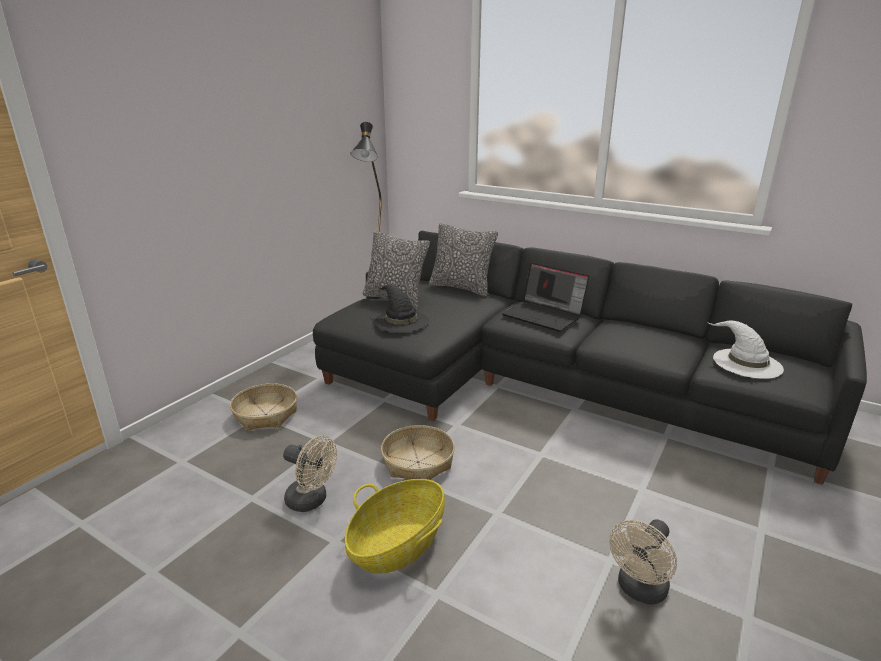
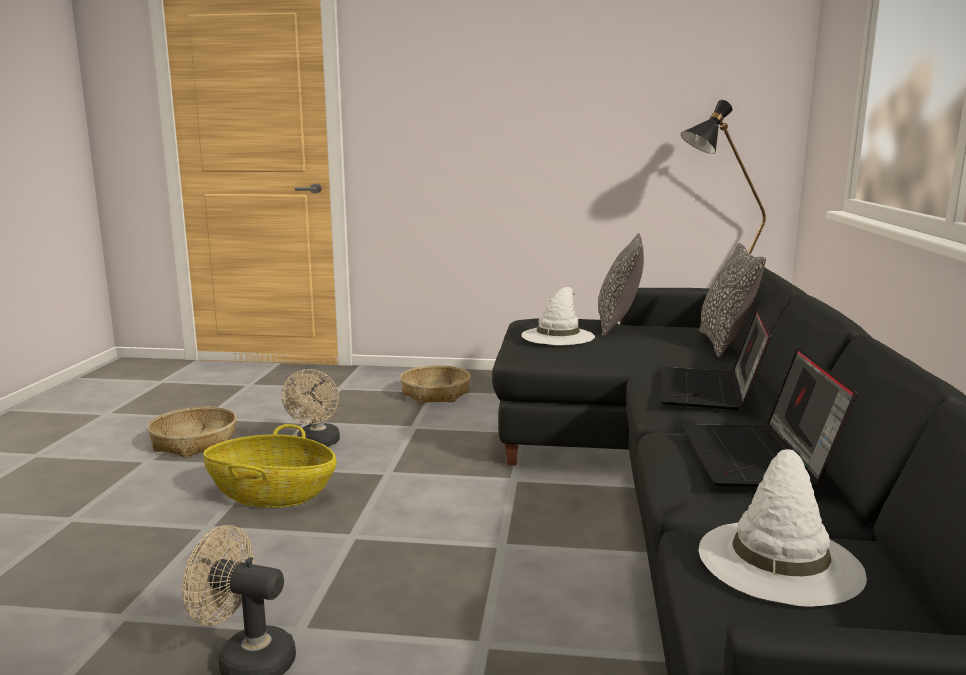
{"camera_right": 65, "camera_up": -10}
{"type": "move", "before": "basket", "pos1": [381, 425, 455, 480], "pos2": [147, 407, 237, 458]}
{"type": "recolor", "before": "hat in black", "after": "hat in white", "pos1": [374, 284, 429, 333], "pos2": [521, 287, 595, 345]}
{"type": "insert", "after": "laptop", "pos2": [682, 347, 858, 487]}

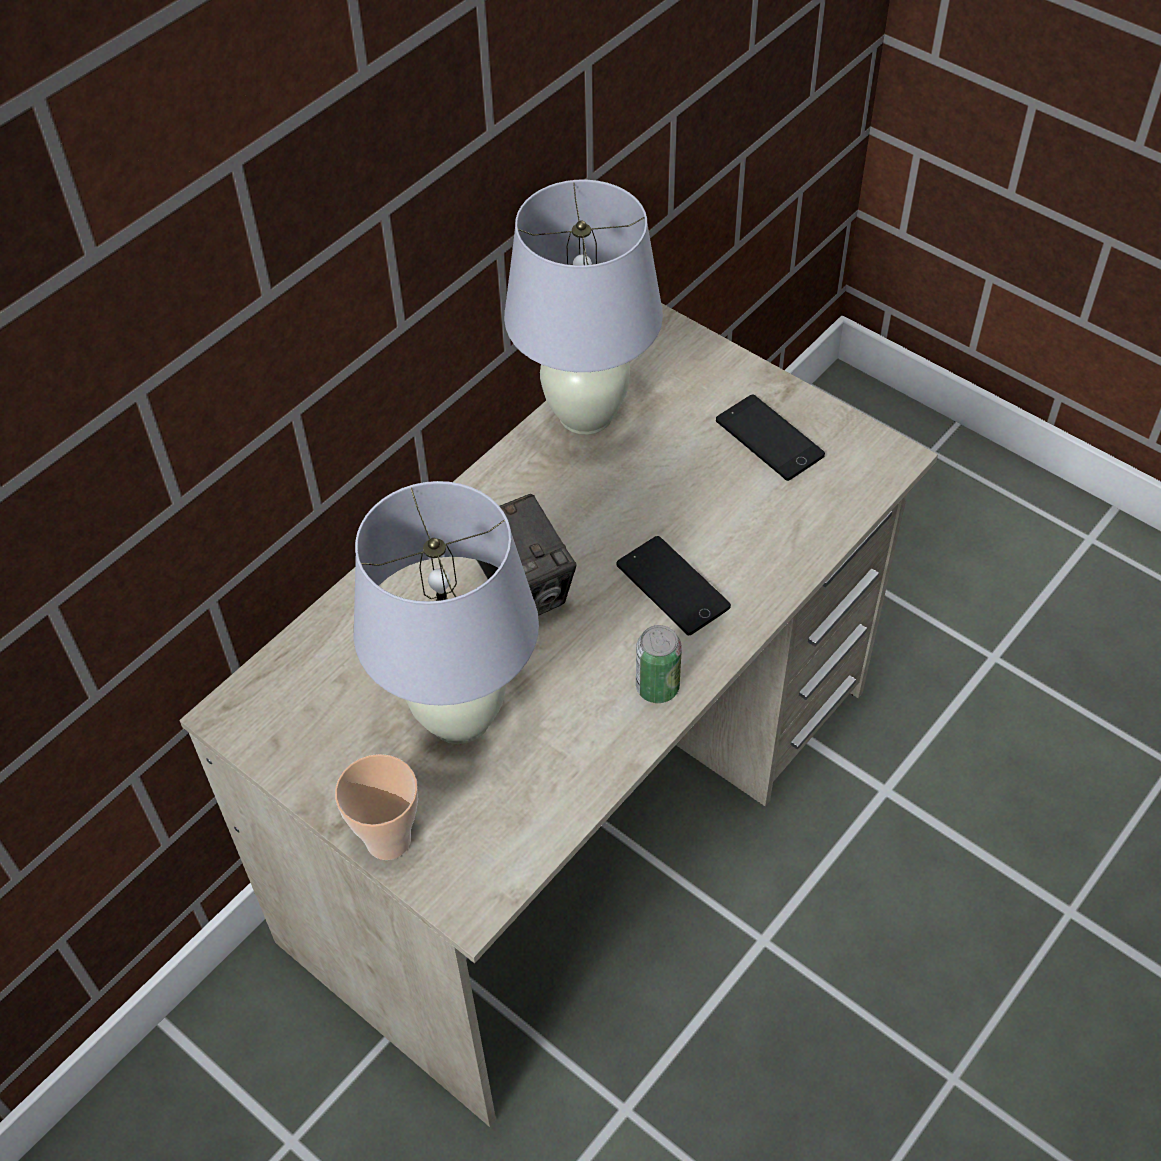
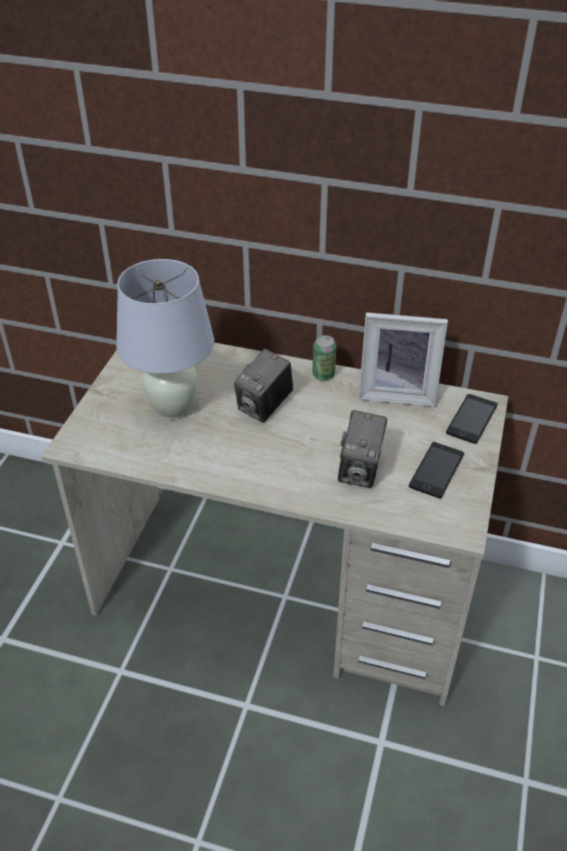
{"camera_right": 65, "camera_up": -10}
{"type": "move", "before": "can", "pos1": [636, 625, 682, 703], "pos2": [312, 335, 336, 380]}
{"type": "insert", "after": "photo camera", "pos2": [338, 410, 387, 488]}
{"type": "replace", "before": "table lamp in white", "after": "picture frame", "pos1": [504, 180, 663, 435], "pos2": [359, 312, 448, 407]}
{"type": "move", "before": "phone", "pos1": [617, 536, 731, 636], "pos2": [446, 394, 498, 444]}
{"type": "delete", "before": "cup", "pos1": [335, 754, 418, 860]}

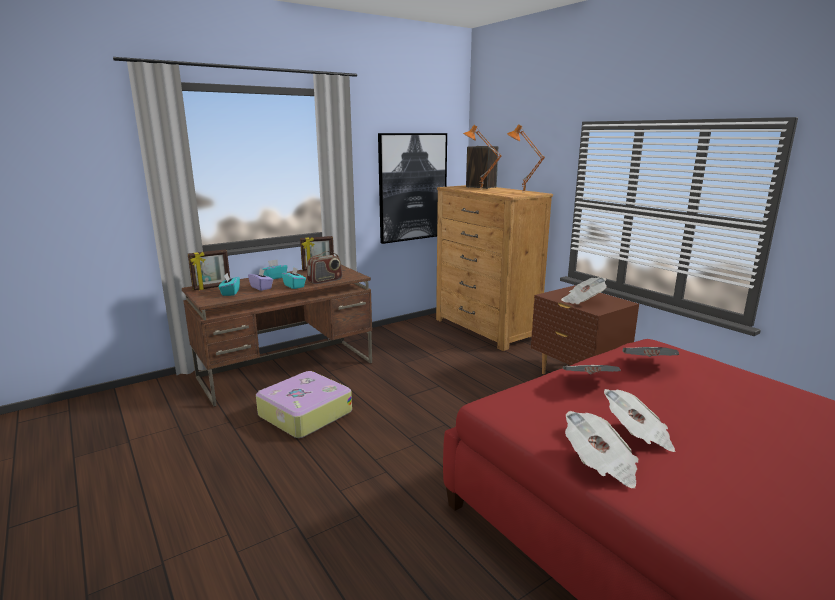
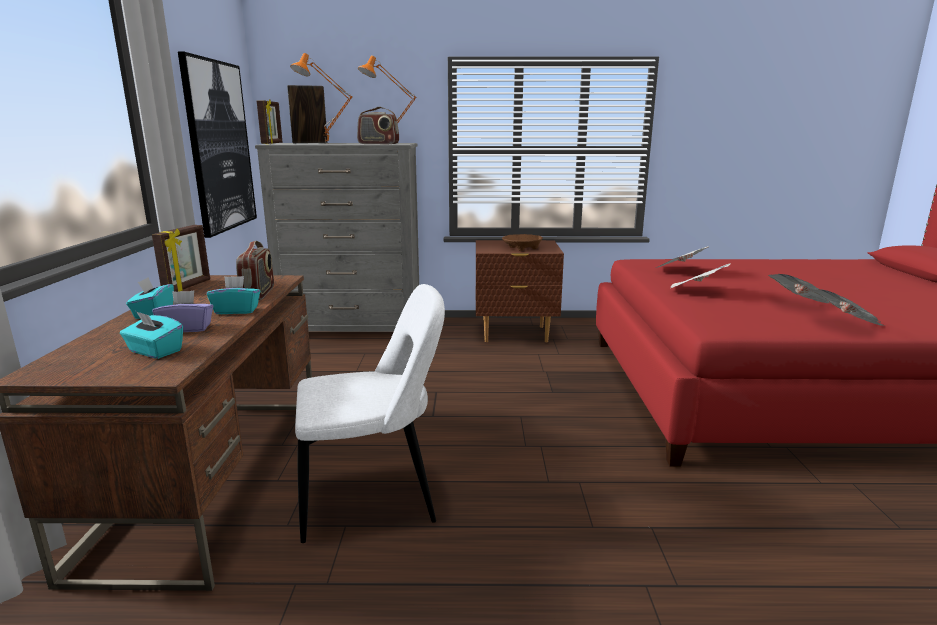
{"camera_right": -55, "camera_up": 0}
{"type": "recolor", "before": "dresser in brown", "after": "dresser in grey", "pos1": [436, 185, 553, 351], "pos2": [255, 143, 419, 332]}
{"type": "move", "before": "picture frame", "pos1": [188, 249, 230, 290], "pos2": [257, 100, 282, 144]}
{"type": "replace", "before": "suitcase", "after": "chair in white", "pos1": [256, 371, 352, 438], "pos2": [295, 284, 445, 543]}
{"type": "insert", "after": "radio", "pos2": [357, 107, 399, 144]}
{"type": "replace", "before": "newspaper", "after": "bowl in brown", "pos1": [561, 277, 607, 304], "pos2": [502, 234, 543, 251]}

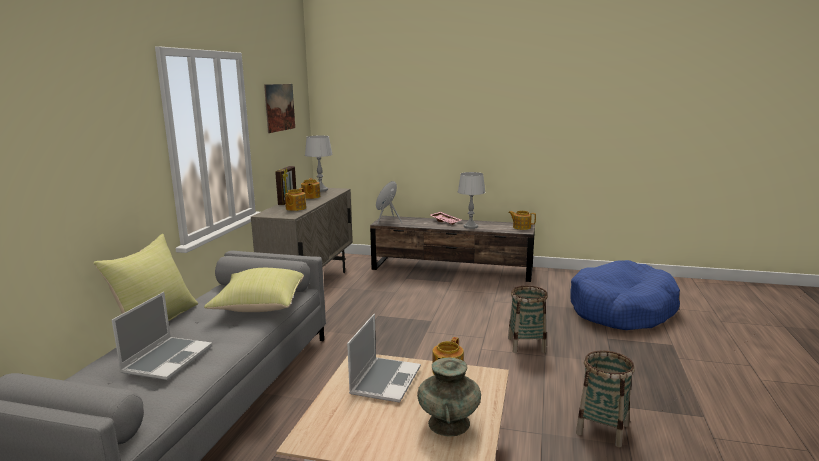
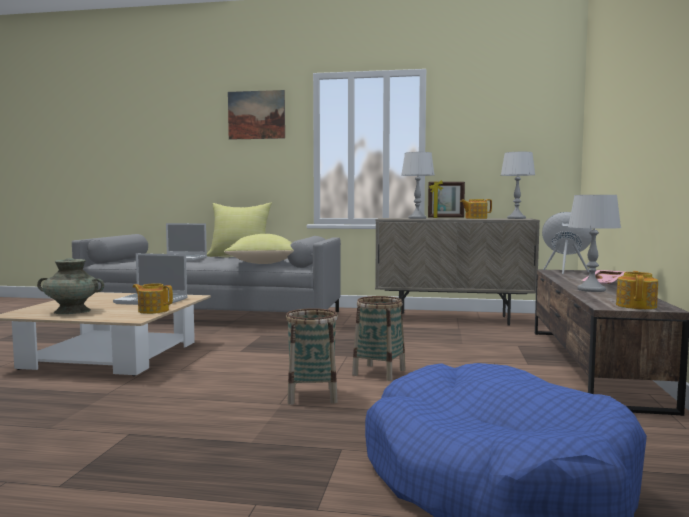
{"camera_right": 85, "camera_up": -10}
{"type": "move", "before": "picture", "pos1": [264, 84, 295, 133], "pos2": [228, 90, 285, 140]}
{"type": "move", "before": "basket", "pos1": [576, 351, 635, 447], "pos2": [352, 296, 406, 381]}
{"type": "replace", "before": "teapot", "after": "table lamp in grey", "pos1": [285, 188, 306, 211], "pos2": [401, 152, 434, 219]}

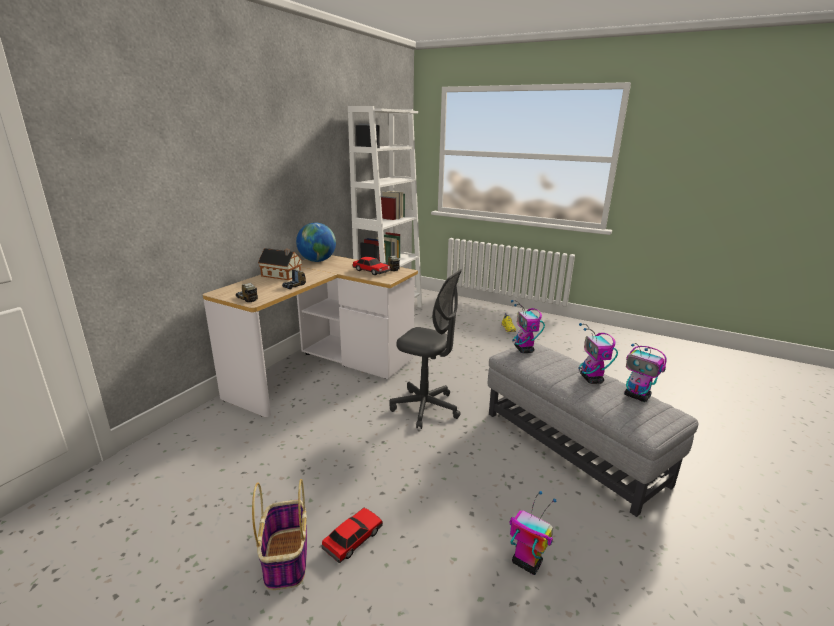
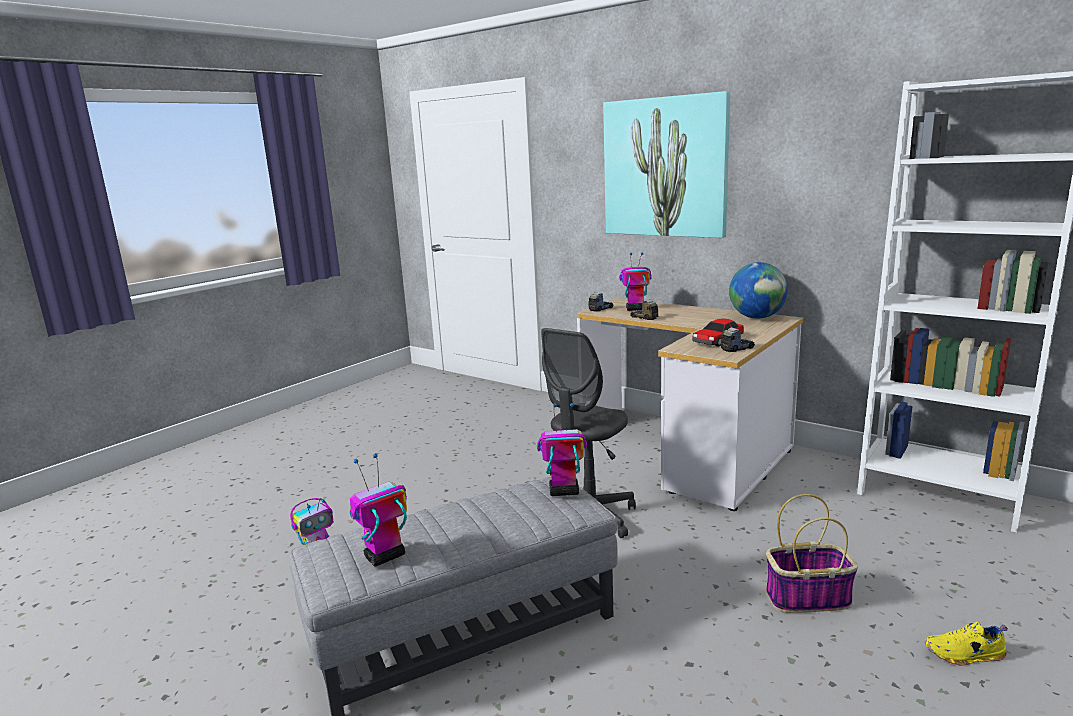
{"camera_right": 100, "camera_up": -5}
{"type": "insert", "after": "picture", "pos2": [603, 91, 730, 238]}
{"type": "move", "before": "toy robot", "pos1": [578, 323, 618, 384], "pos2": [619, 252, 652, 311]}
{"type": "move", "before": "basket", "pos1": [252, 479, 307, 590], "pos2": [766, 494, 858, 613]}
{"type": "delete", "before": "toy house", "pos1": [258, 248, 302, 280]}
{"type": "delete", "before": "toy car", "pos1": [321, 508, 383, 563]}

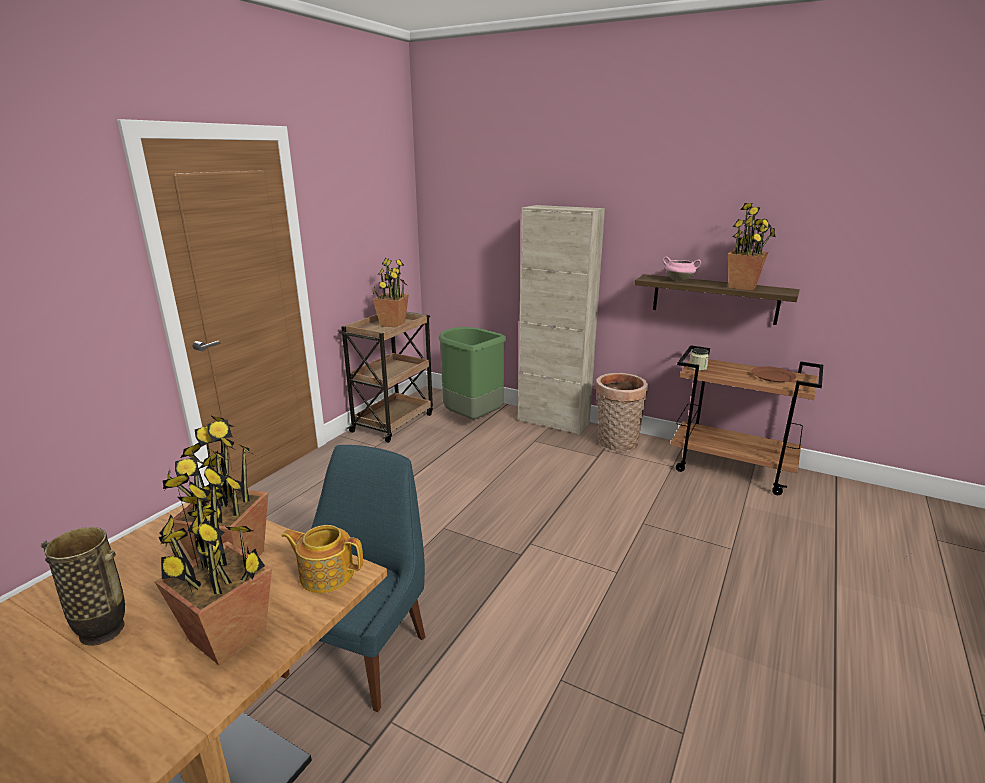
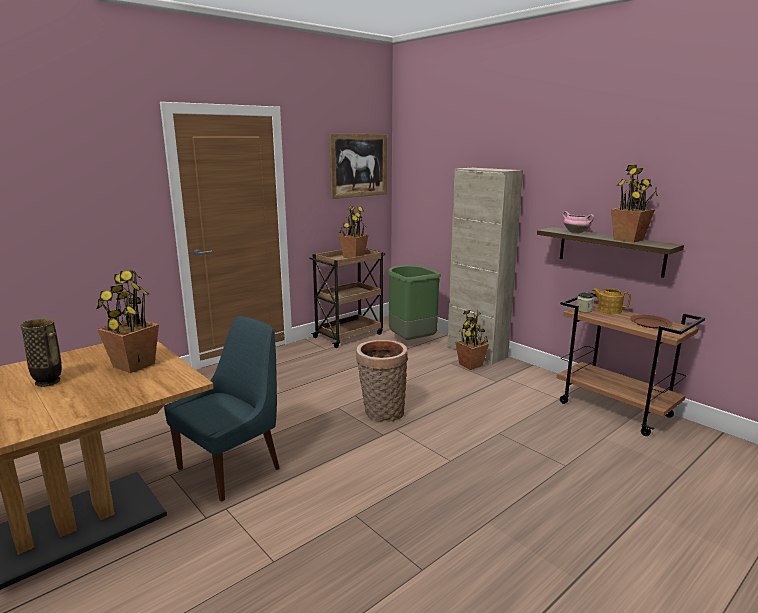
{"camera_right": 20, "camera_up": -5}
{"type": "insert", "after": "picture", "pos2": [329, 134, 387, 199]}
{"type": "move", "before": "basket", "pos1": [595, 373, 648, 452], "pos2": [356, 340, 408, 422]}
{"type": "move", "before": "potted plant", "pos1": [155, 465, 272, 665], "pos2": [455, 310, 489, 370]}
{"type": "move", "before": "teapot", "pos1": [282, 525, 363, 593], "pos2": [592, 288, 631, 314]}

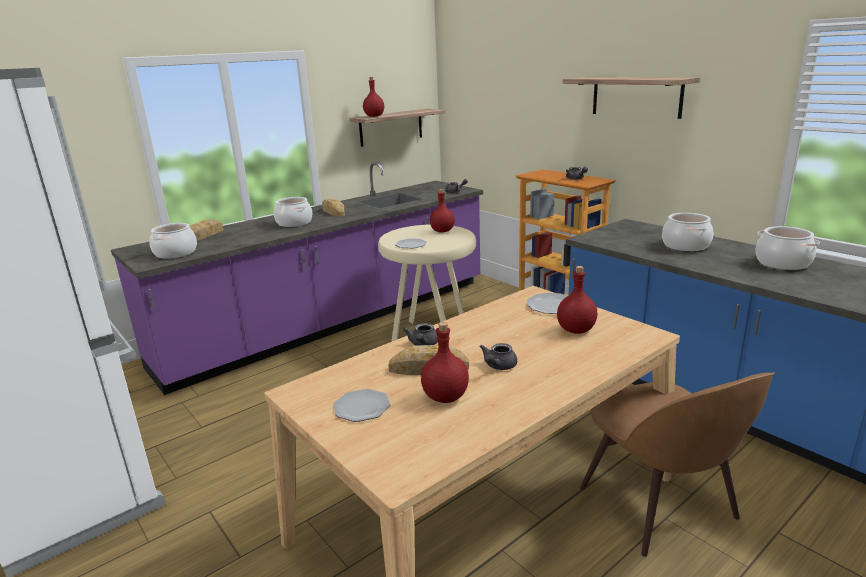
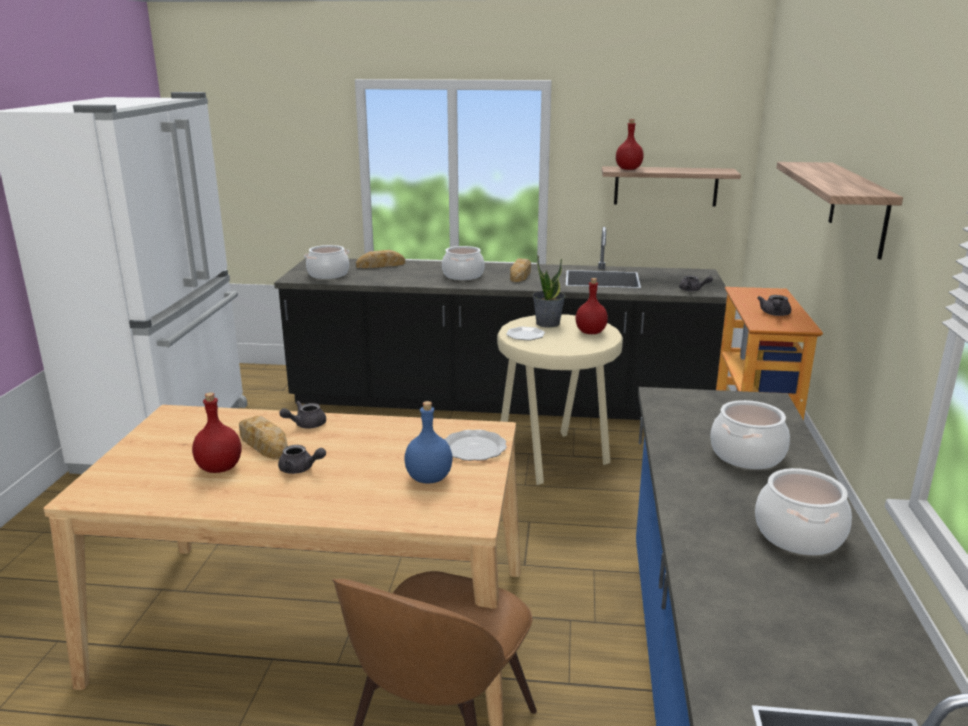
{"camera_right": 45, "camera_up": 0}
{"type": "recolor", "before": "counter in purple", "after": "counter in black", "pos1": [111, 162, 483, 395], "pos2": [274, 227, 727, 420]}
{"type": "rotate", "before": "teapot in grey", "pos1": [479, 343, 517, 370], "pos2": [278, 445, 326, 474], "turn": -150}
{"type": "recolor", "before": "bottle in red", "after": "bottle in blue", "pos1": [557, 266, 597, 334], "pos2": [404, 401, 453, 483]}
{"type": "insert", "after": "potted plant", "pos2": [533, 256, 565, 327]}
{"type": "delete", "before": "plate", "pos1": [333, 389, 391, 422]}

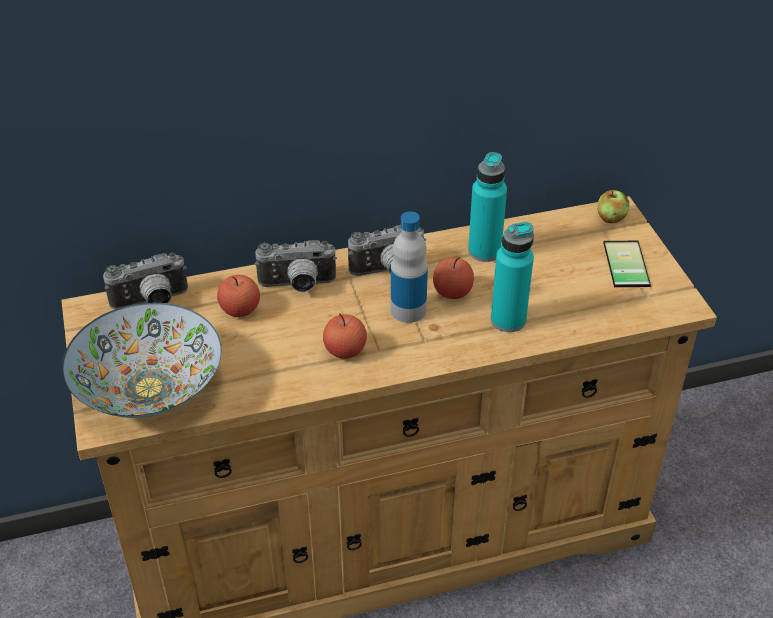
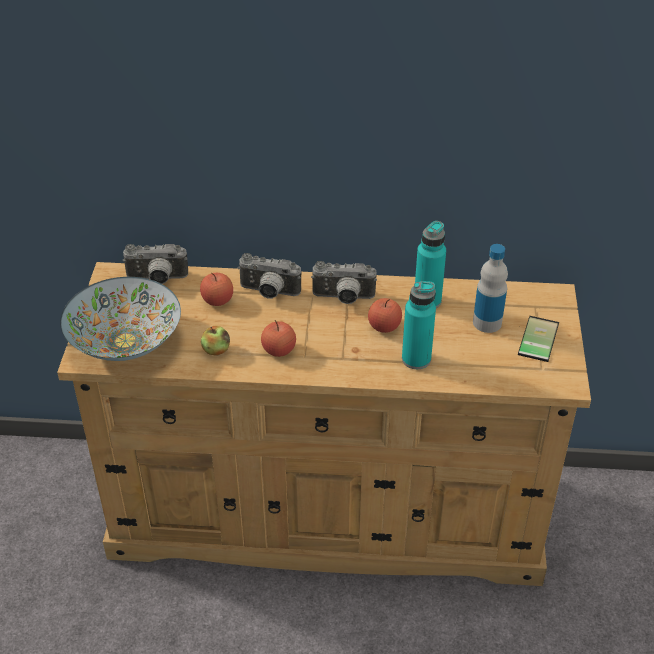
{"camera_right": 20, "camera_up": 0}
{"type": "move", "before": "apple", "pos1": [597, 190, 629, 223], "pos2": [201, 326, 230, 356]}
{"type": "move", "before": "bottle", "pos1": [391, 212, 428, 323], "pos2": [473, 244, 508, 333]}

